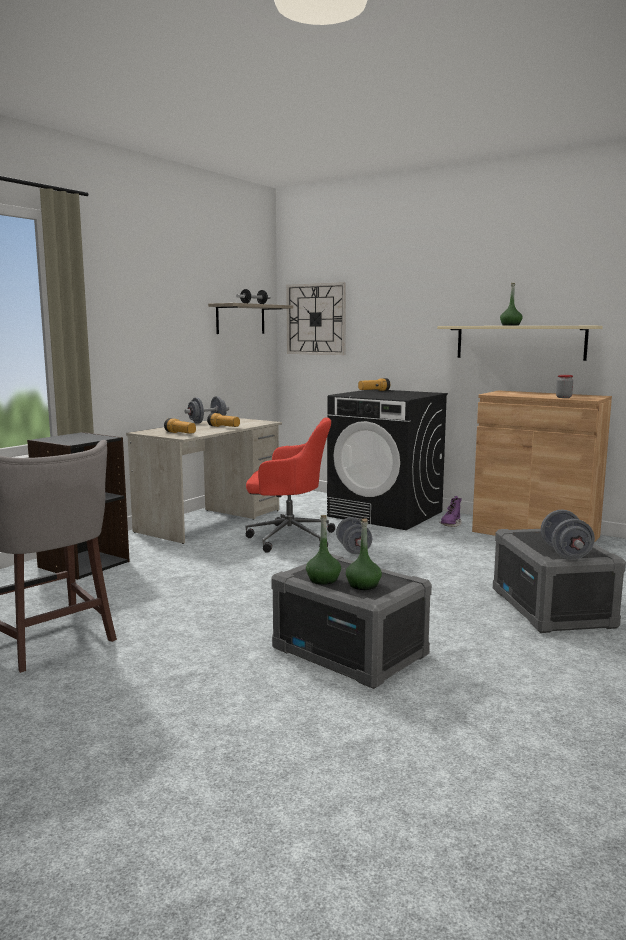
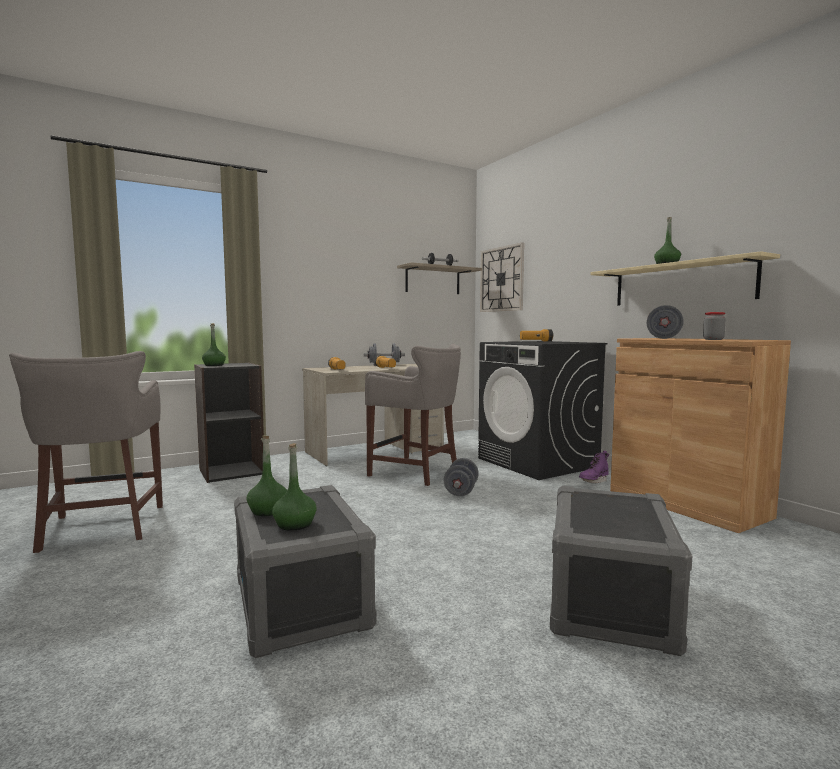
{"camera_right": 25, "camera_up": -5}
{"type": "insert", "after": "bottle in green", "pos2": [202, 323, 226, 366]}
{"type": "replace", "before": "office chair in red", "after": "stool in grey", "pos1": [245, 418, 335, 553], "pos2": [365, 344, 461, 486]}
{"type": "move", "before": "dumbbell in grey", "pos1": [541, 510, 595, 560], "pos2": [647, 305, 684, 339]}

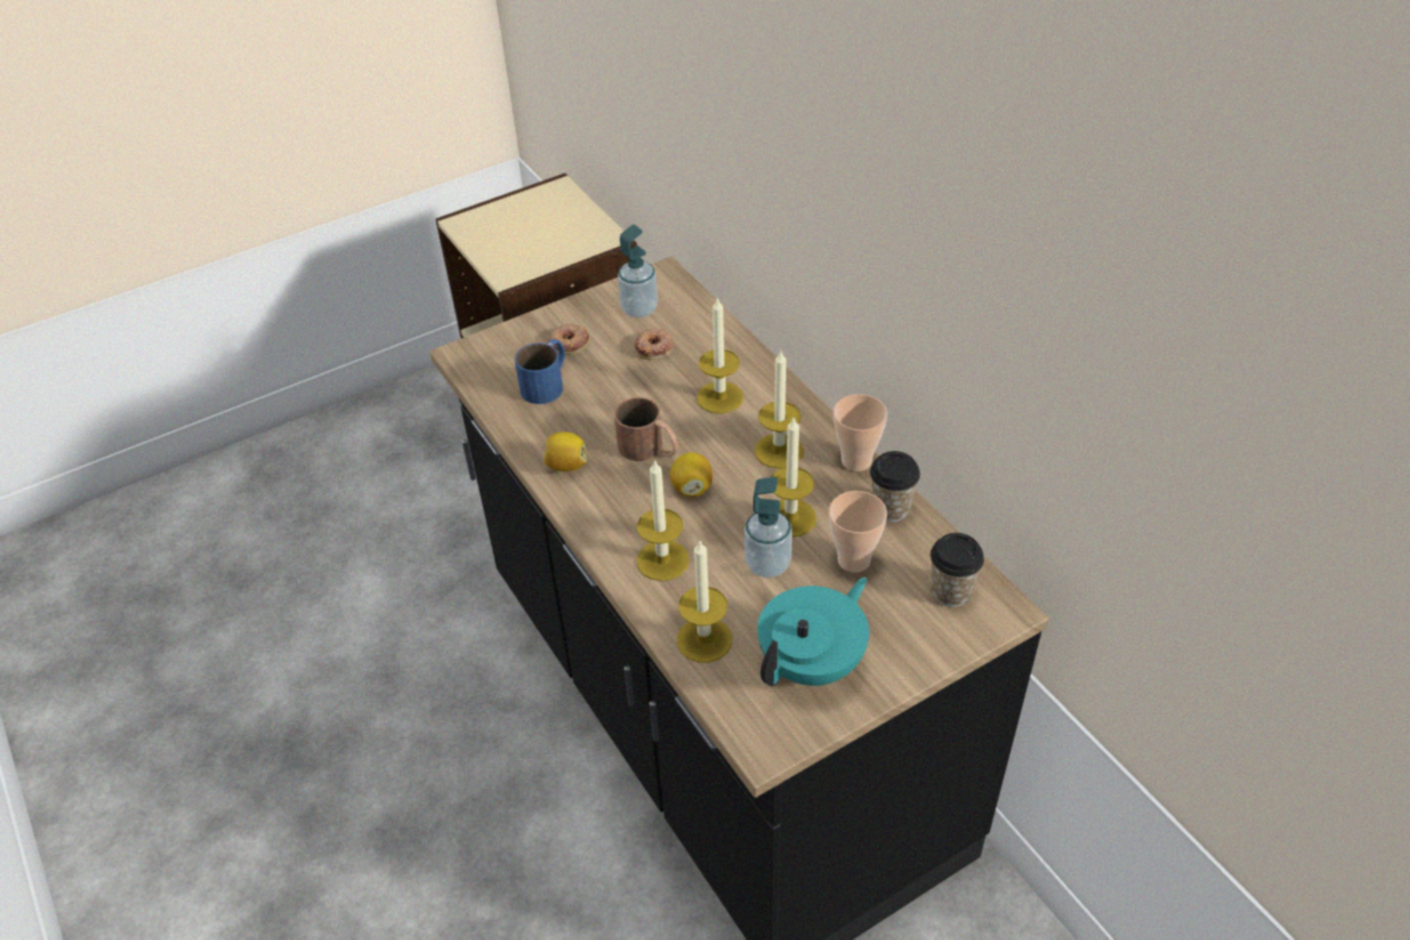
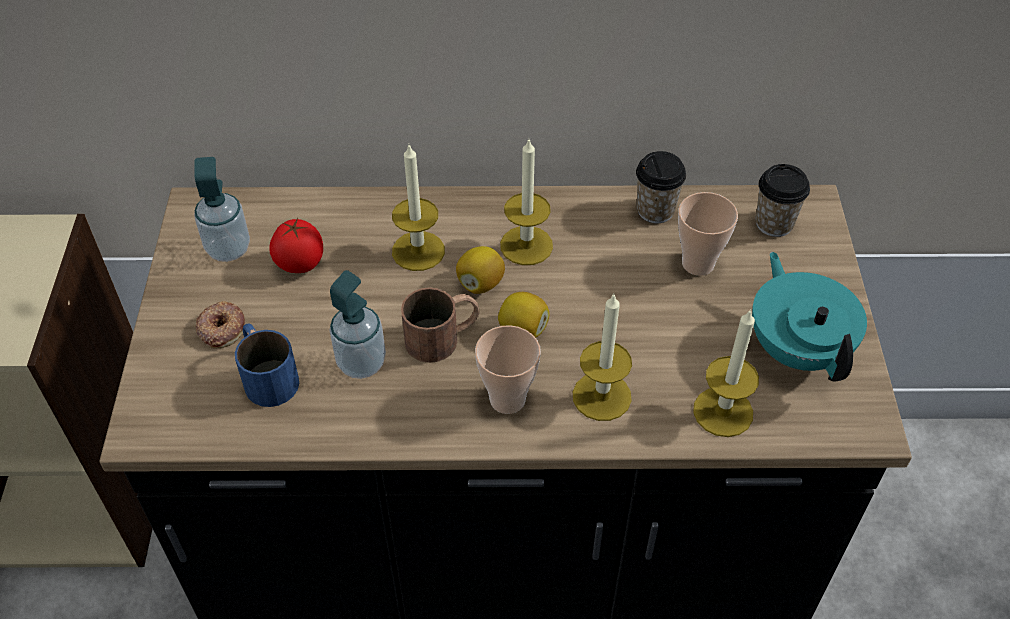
{"camera_right": -60, "camera_up": 5}
{"type": "replace", "before": "donut", "after": "tomato", "pos1": [635, 329, 674, 360], "pos2": [269, 218, 323, 273]}
{"type": "move", "before": "soap dispenser", "pos1": [744, 477, 792, 578], "pos2": [329, 270, 386, 379]}
{"type": "move", "before": "lemon", "pos1": [544, 432, 587, 471], "pos2": [456, 246, 505, 294]}
{"type": "move", "before": "cup", "pos1": [833, 394, 888, 471], "pos2": [475, 325, 541, 414]}
{"type": "delete", "before": "candle", "pos1": [771, 416, 817, 537]}

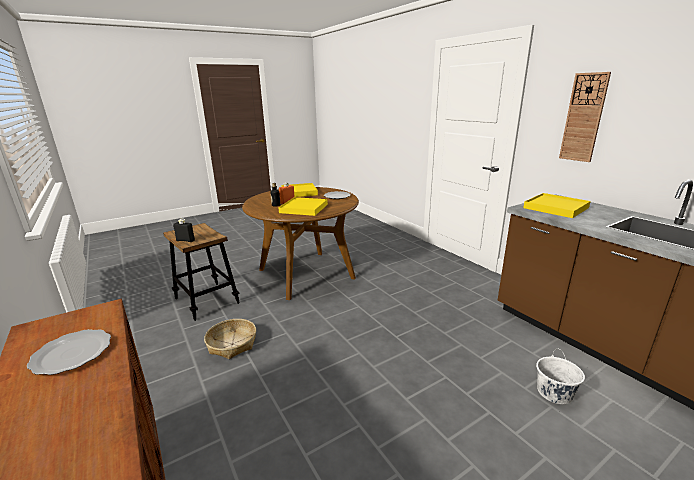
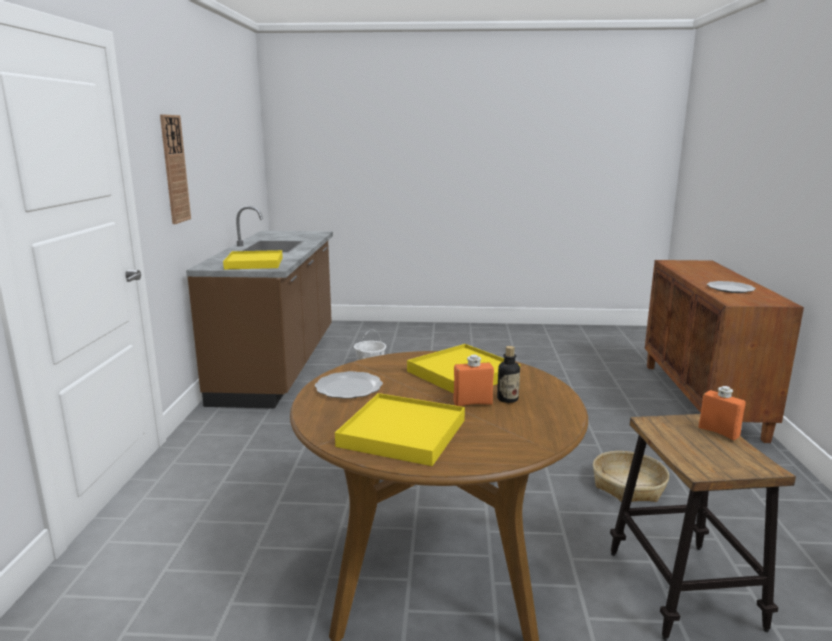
{"camera_right": -145, "camera_up": -5}
{"type": "recolor", "before": "bottle in black", "after": "bottle in orange", "pos1": [173, 218, 195, 242], "pos2": [699, 386, 746, 440]}

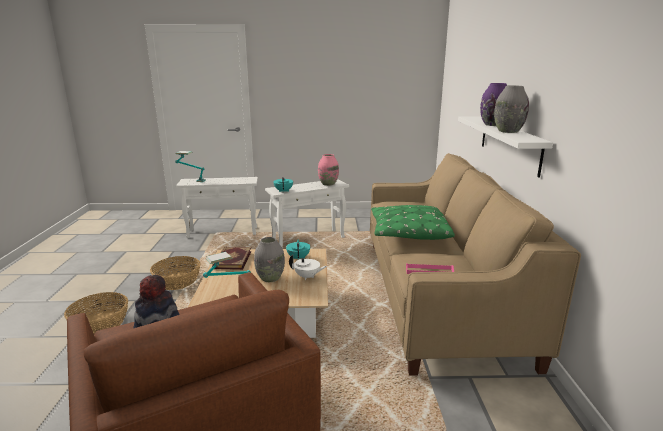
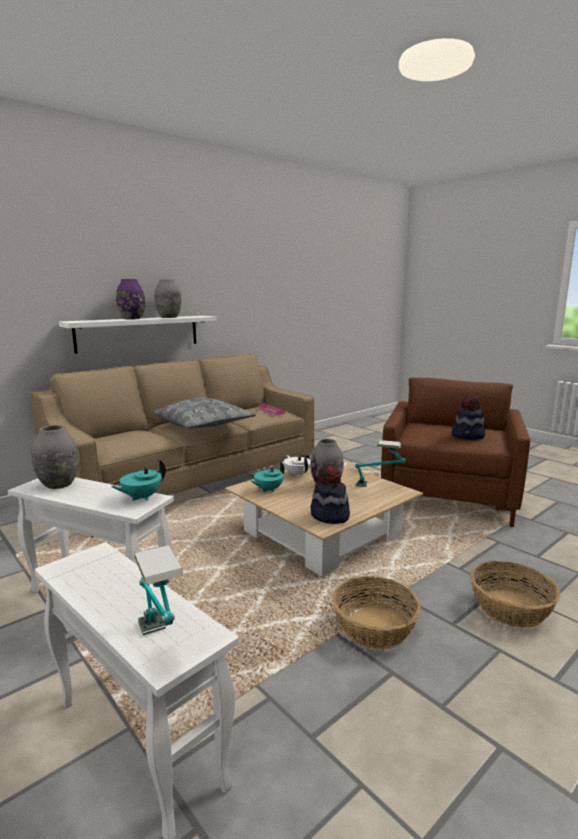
{"camera_right": -130, "camera_up": -5}
{"type": "recolor", "before": "vase in pink", "after": "vase in grey", "pos1": [318, 154, 339, 186], "pos2": [32, 425, 79, 489]}
{"type": "recolor", "before": "pillow in green", "after": "pillow in grey", "pos1": [371, 205, 455, 240], "pos2": [153, 398, 256, 428]}
{"type": "replace", "before": "book", "after": "hat", "pos1": [212, 247, 251, 270], "pos2": [311, 465, 350, 524]}

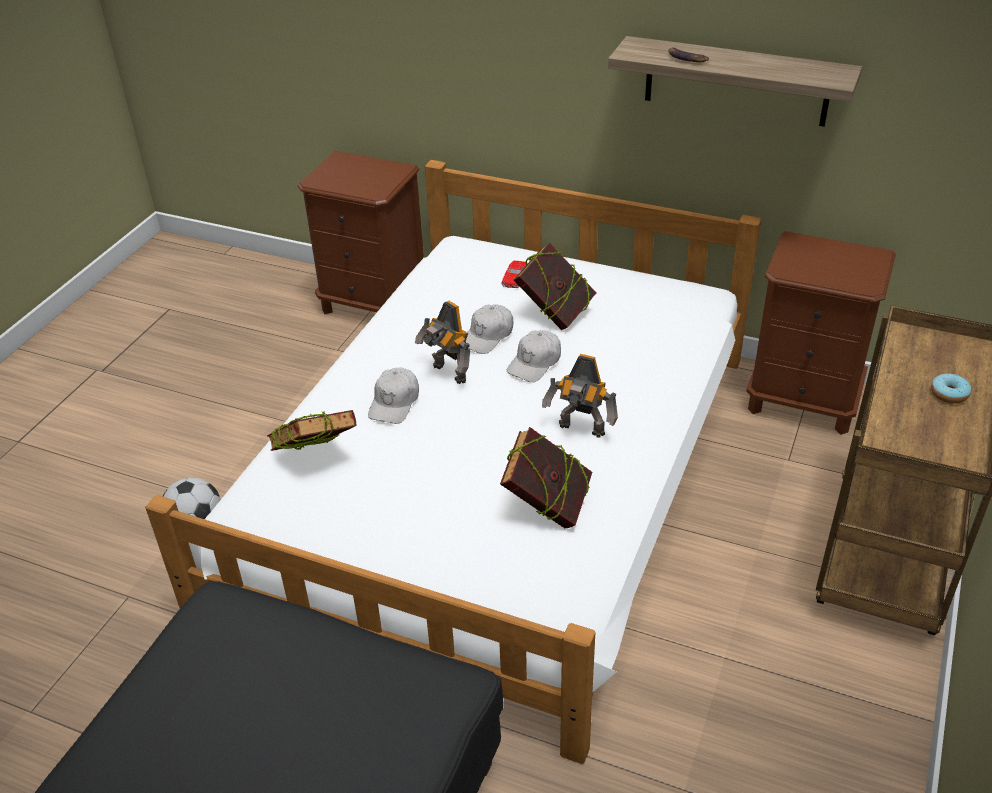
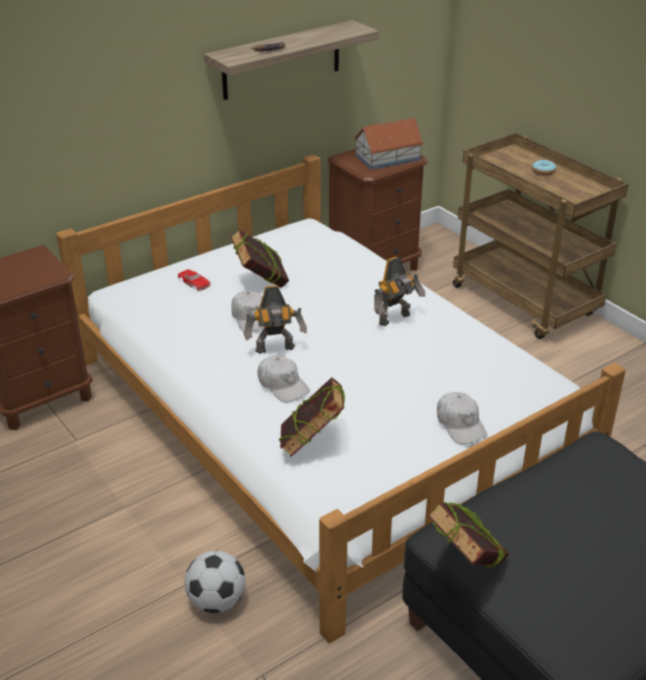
{"camera_right": -60, "camera_up": -5}
{"type": "insert", "after": "toy house", "pos2": [354, 118, 424, 170]}
{"type": "move", "before": "book", "pos1": [500, 427, 592, 528], "pos2": [428, 502, 510, 568]}
{"type": "move", "before": "cap in white", "pos1": [507, 330, 561, 382], "pos2": [437, 392, 488, 445]}

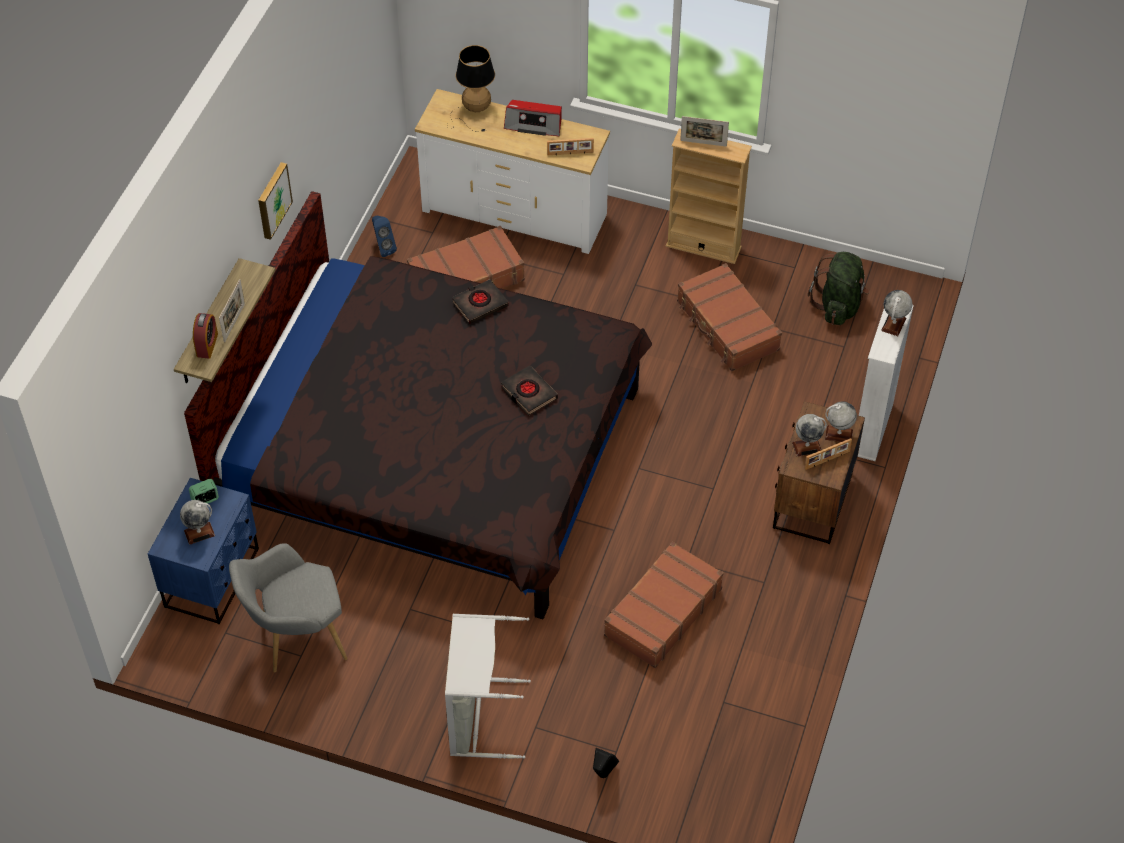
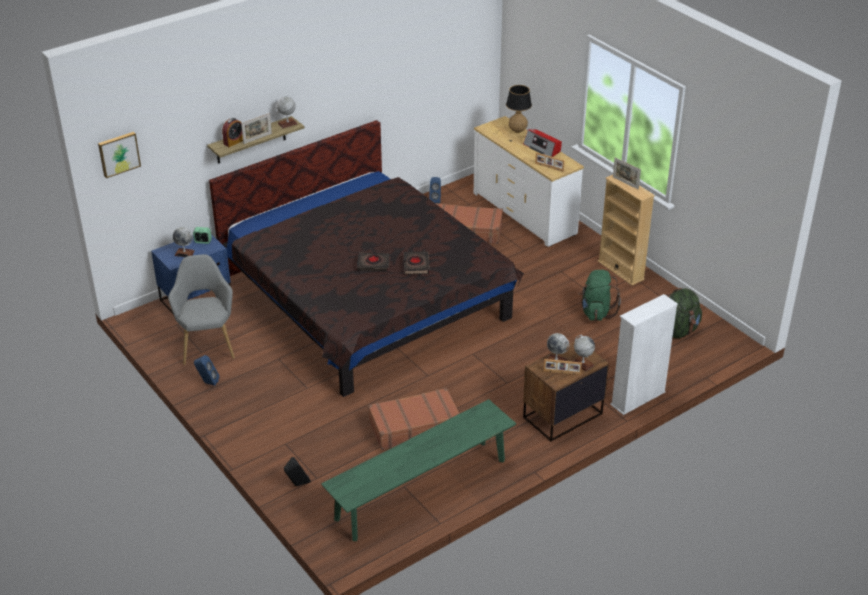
{"camera_right": 35, "camera_up": -15}
{"type": "move", "before": "picture", "pos1": [258, 162, 293, 240], "pos2": [98, 132, 141, 178]}
{"type": "rotate", "before": "armchair in grey", "pos1": [229, 543, 347, 672], "pos2": [168, 254, 235, 365], "turn": 60}
{"type": "insert", "after": "speaker in blue", "pos2": [194, 355, 219, 386]}
{"type": "move", "before": "globe", "pos1": [881, 290, 912, 336], "pos2": [276, 97, 298, 129]}
{"type": "insert", "after": "bench in green", "pos2": [321, 399, 516, 541]}
{"type": "move", "before": "book in black", "pos1": [452, 279, 509, 324], "pos2": [356, 252, 390, 271]}
{"type": "replace", "before": "suitcase in brown", "after": "backpack in green", "pos1": [677, 263, 782, 371], "pos2": [578, 270, 621, 321]}
{"type": "delete", "before": "laundry basket in grey", "pos1": [445, 614, 531, 759]}

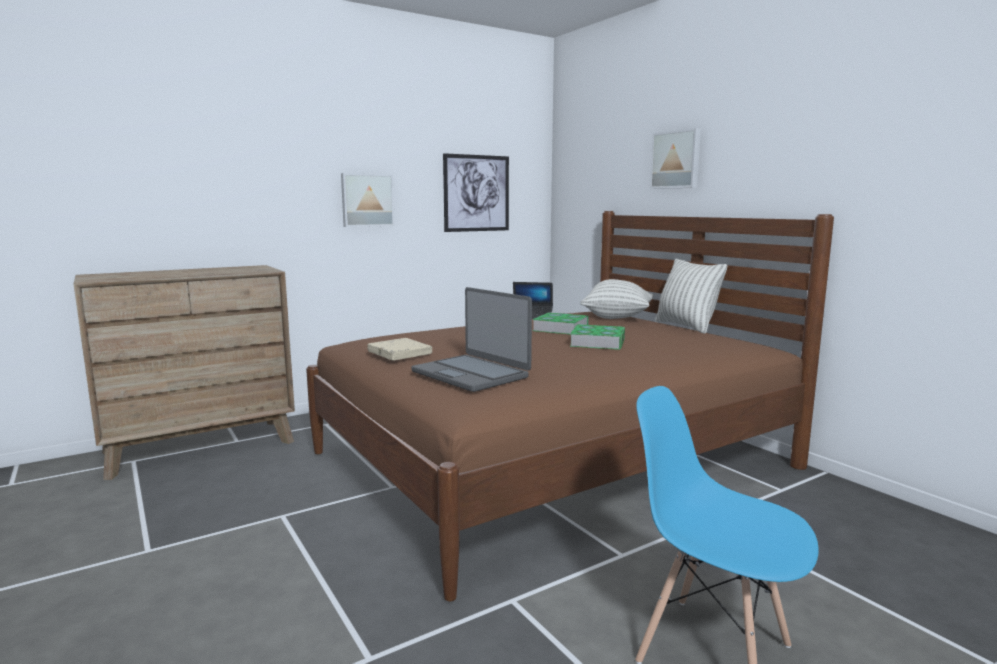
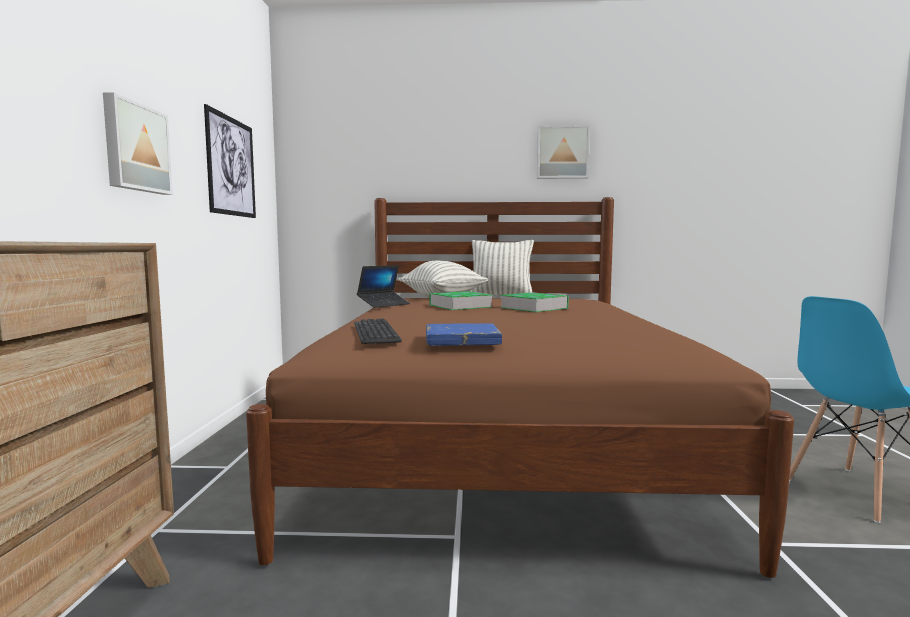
{"camera_right": -55, "camera_up": -5}
{"type": "insert", "after": "keyboard", "pos2": [354, 319, 402, 344]}
{"type": "recolor", "before": "book in beige", "after": "book in blue", "pos1": [367, 338, 432, 361], "pos2": [426, 323, 502, 346]}
{"type": "move", "before": "picture", "pos1": [650, 128, 701, 189], "pos2": [537, 125, 590, 179]}
{"type": "delete", "before": "laptop", "pos1": [412, 287, 532, 392]}

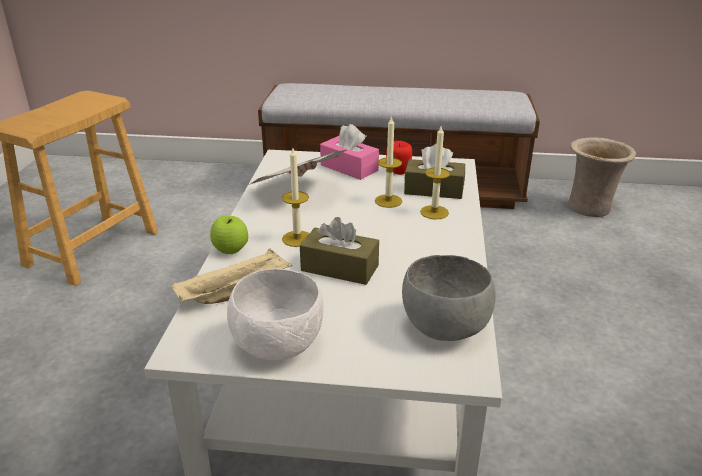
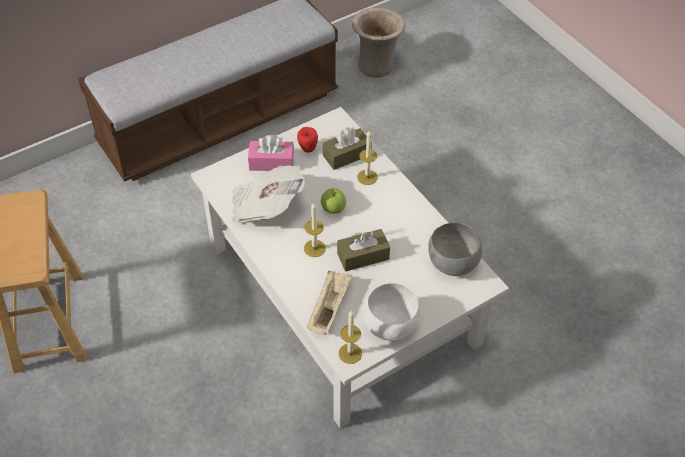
{"camera_right": -40, "camera_up": 20}
{"type": "move", "before": "apple", "pos1": [210, 216, 248, 254], "pos2": [321, 188, 346, 214]}
{"type": "move", "before": "candle", "pos1": [375, 116, 402, 208], "pos2": [339, 310, 362, 364]}

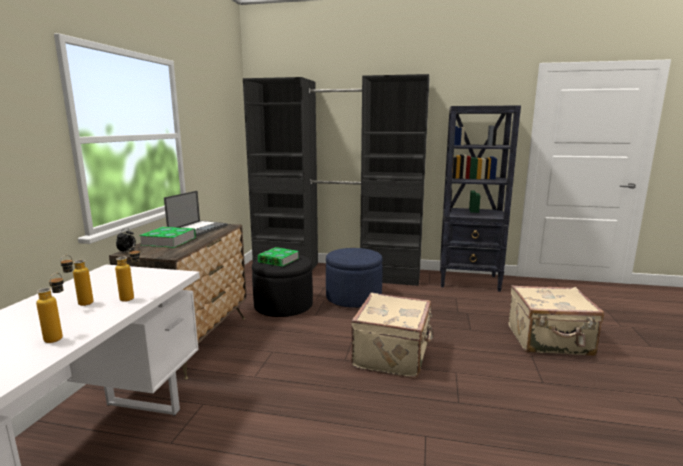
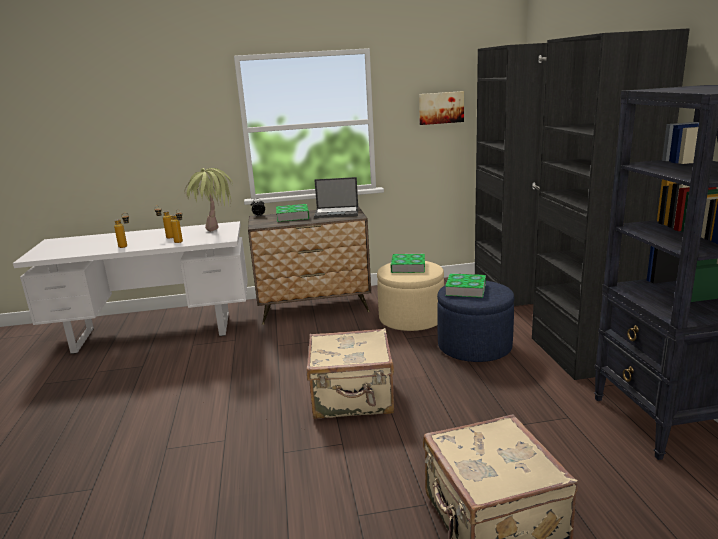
{"camera_right": 70, "camera_up": 5}
{"type": "insert", "after": "potted plant", "pos2": [185, 168, 233, 232]}
{"type": "recolor", "before": "ottoman in black", "after": "ottoman in beige", "pos1": [252, 255, 313, 317], "pos2": [377, 261, 444, 331]}
{"type": "insert", "after": "picture", "pos2": [419, 91, 464, 125]}
{"type": "insert", "after": "book", "pos2": [445, 273, 486, 298]}

